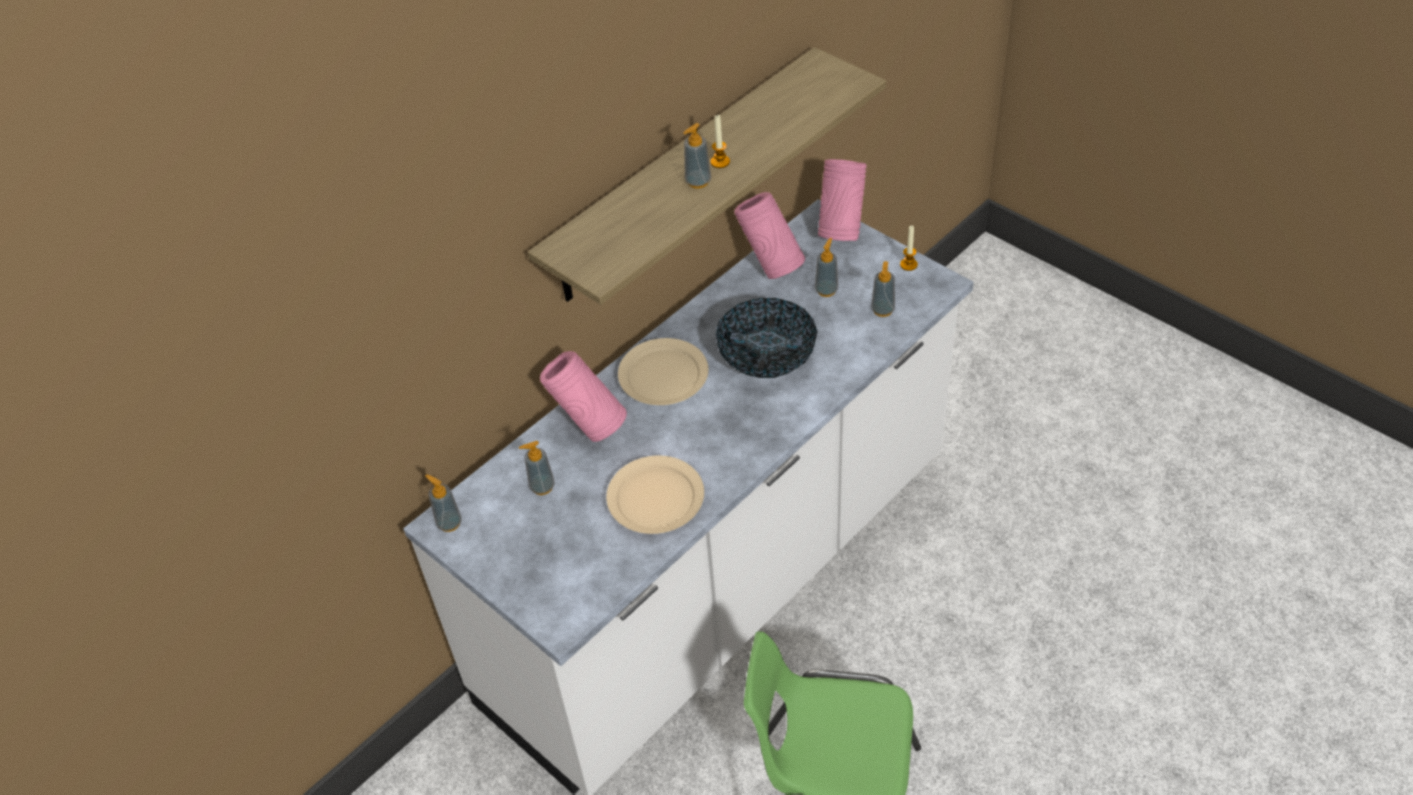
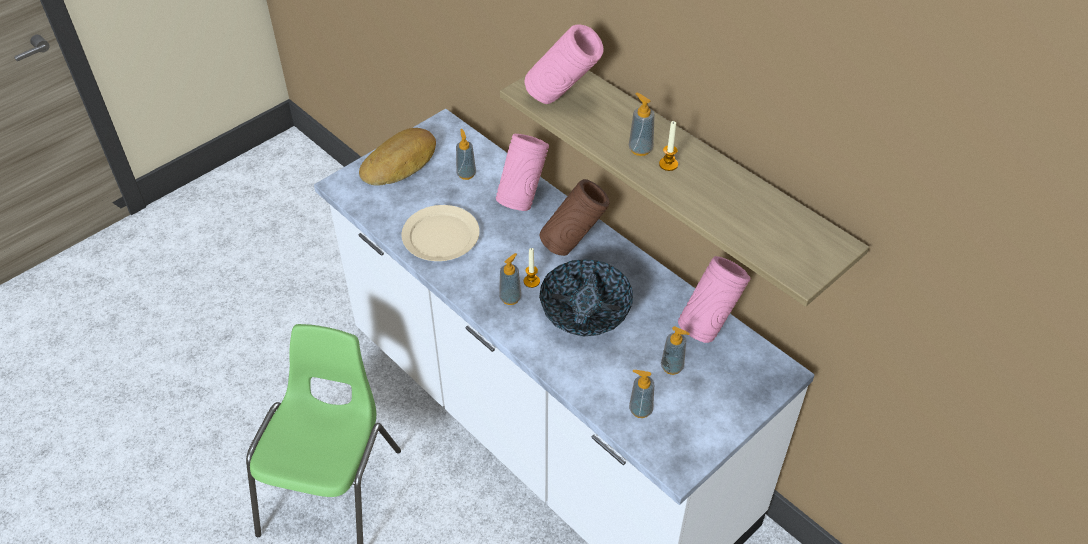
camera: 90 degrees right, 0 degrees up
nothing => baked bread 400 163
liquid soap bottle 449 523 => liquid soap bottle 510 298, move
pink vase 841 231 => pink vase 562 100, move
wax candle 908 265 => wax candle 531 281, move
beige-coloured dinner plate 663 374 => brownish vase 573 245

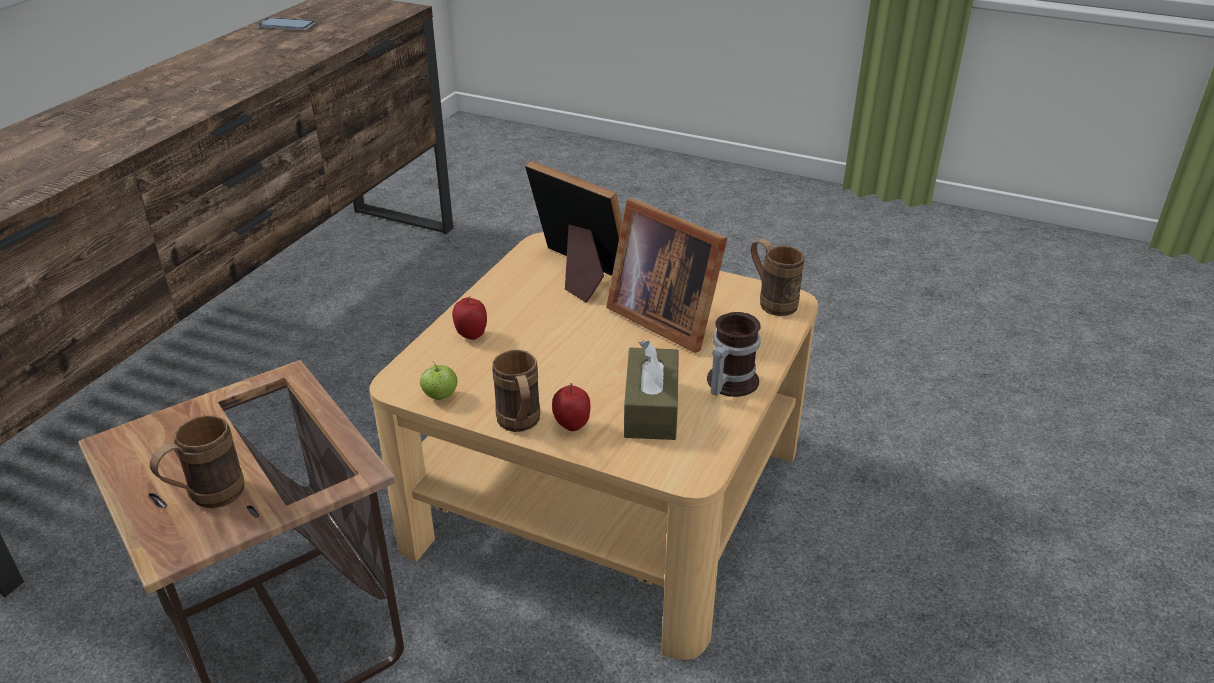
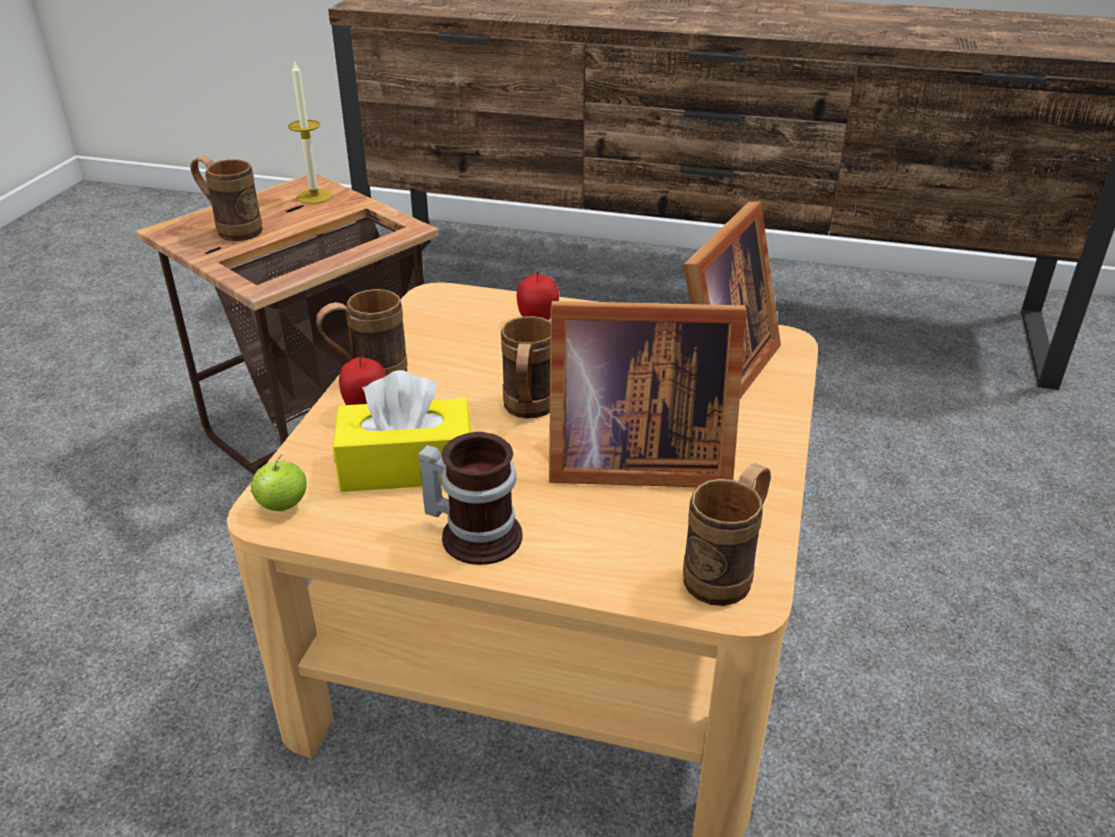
camera: 80 degrees right, 0 degrees up
handset 287 25 => nothing
nothing => wax candle 314 196
nothing => brownish mug 527 411
apple 440 396 => apple 283 506, move
brownish tissue holder 651 408 => yellow-coloured tissue holder 407 466
picture frame 664 317 => picture frame 631 460, 120 degrees counterclockwise

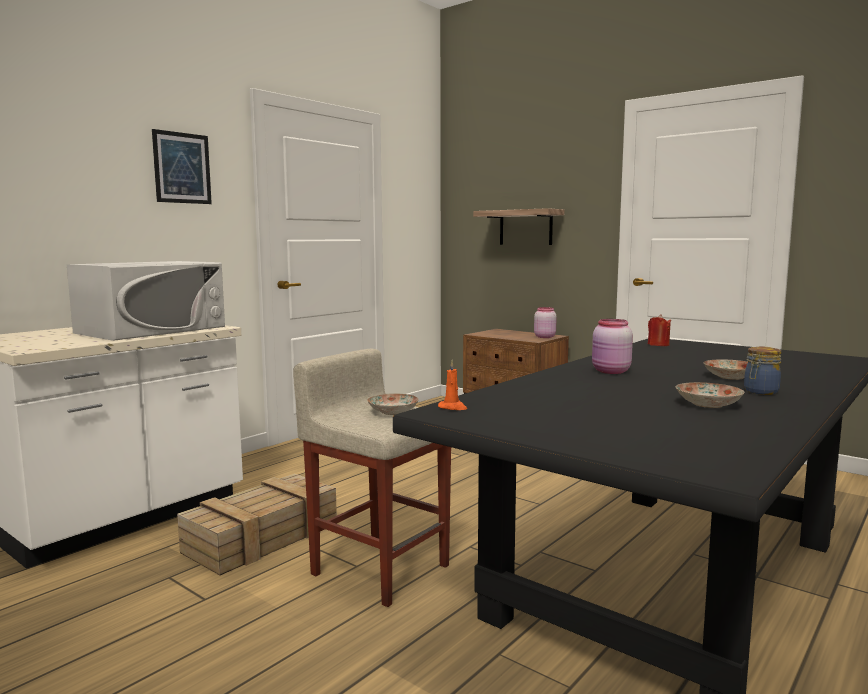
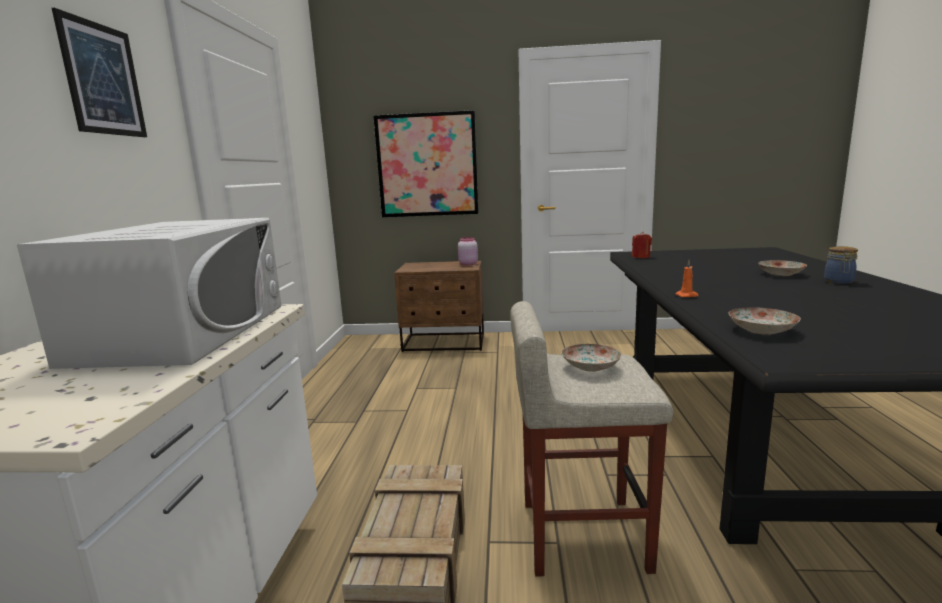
camera: 35 degrees left, 5 degrees up
pink preserve jar 610 371 => nothing
orange-coloured wax candle 453 408 => orange-coloured wax candle 687 295, move
dinner plate 709 404 => dinner plate 762 330, move
wall shelf 525 227 => wall picture 427 165

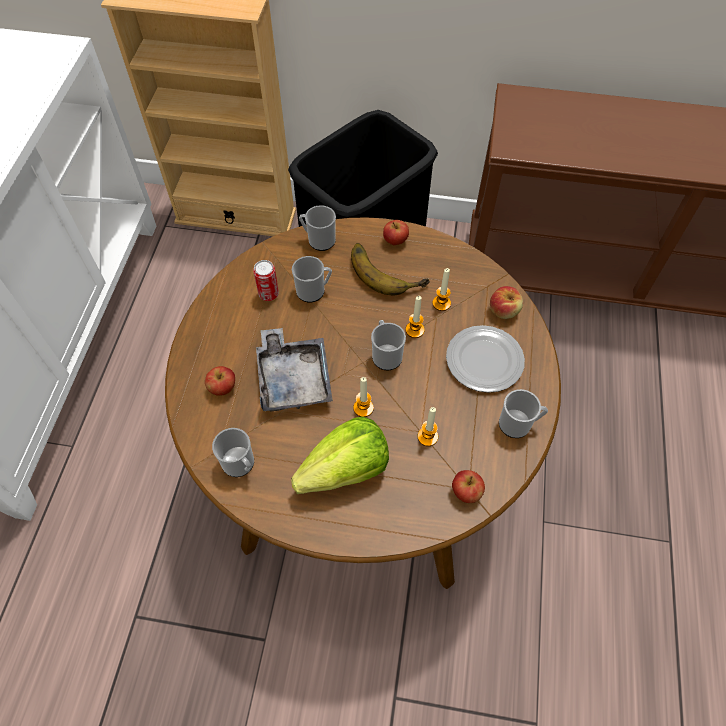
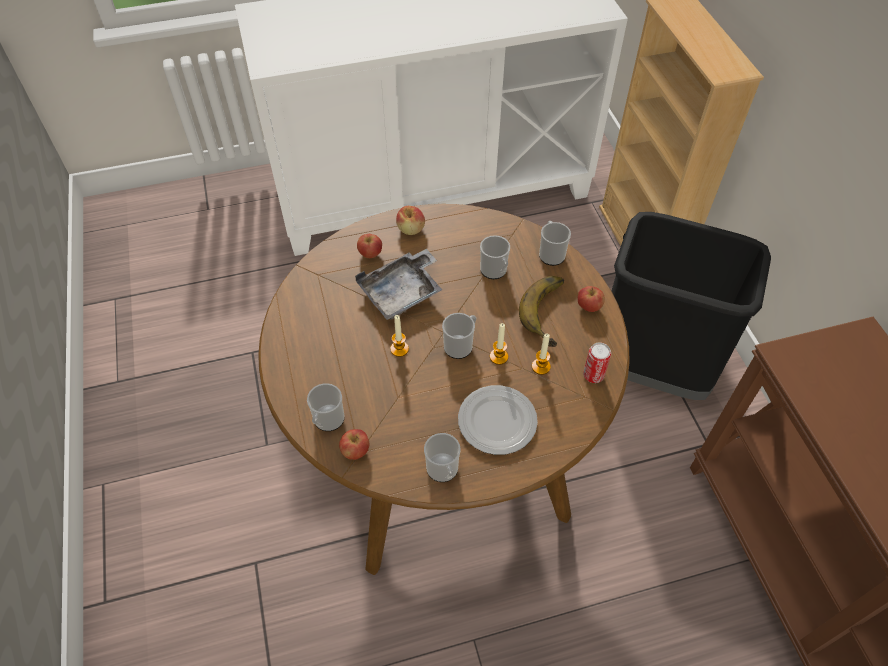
camera: 65 degrees right, 5 degrees down
lettuce 345 470 => nothing
wax candle 427 436 => nothing
mug 240 465 => mug 327 421, move
sealed can 268 294 => sealed can 593 375, move
apple 504 310 => apple 411 229, move

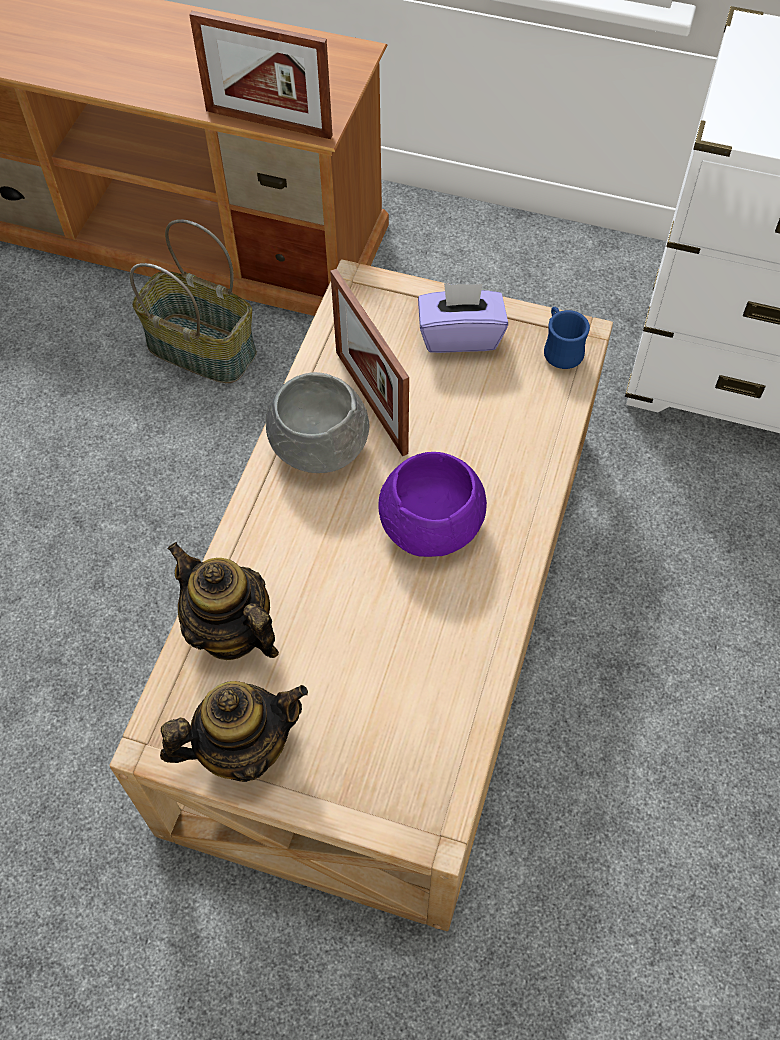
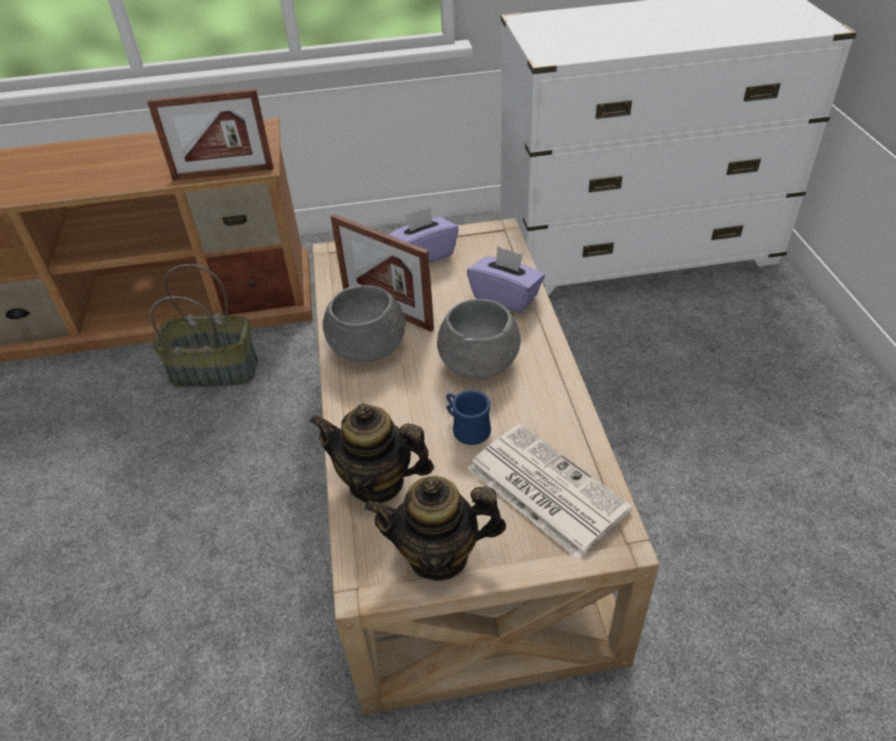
camera: 25 degrees left, 15 degrees down
nothing => purple-coloured tissue holder 506 297
nothing => daily paper 544 488
blue mug 560 349 => blue mug 466 428, move
purple-coloured serving bowl 430 524 => grey serving bowl 478 361
pot for tea 242 748 => pot for tea 439 555, 135 degrees counterclockwise

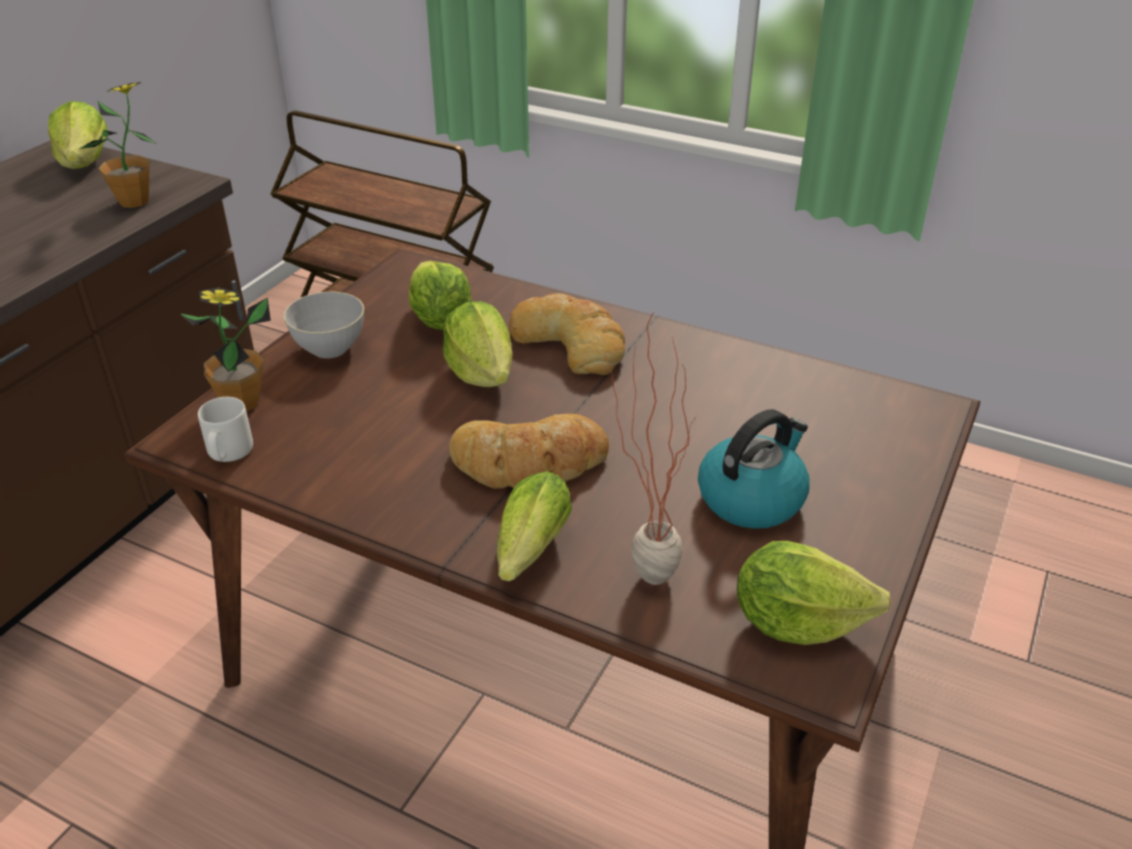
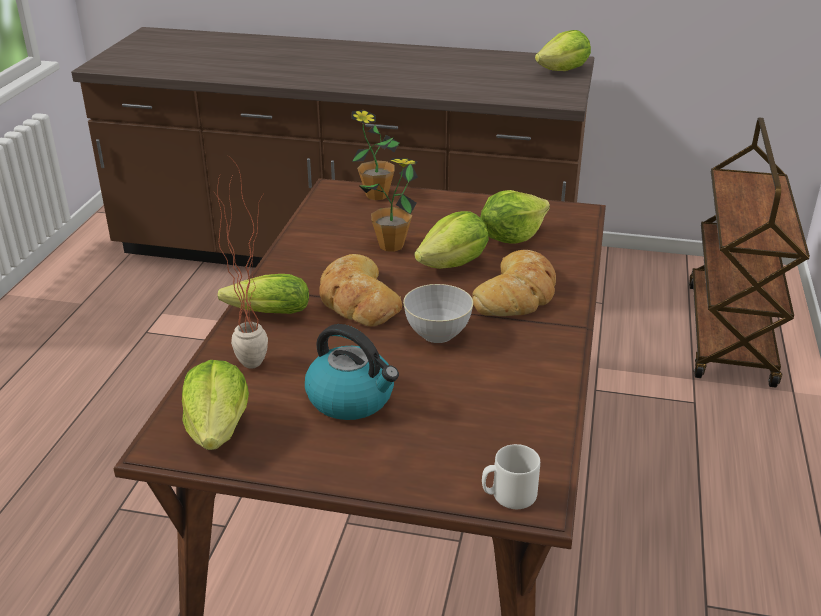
camera: 75 degrees right, 5 degrees down
potted plant 134 201 => potted plant 391 245, move
whitish mug 228 452 => whitish mug 508 495, move
grey serving bowl 330 348 => grey serving bowl 437 334, move

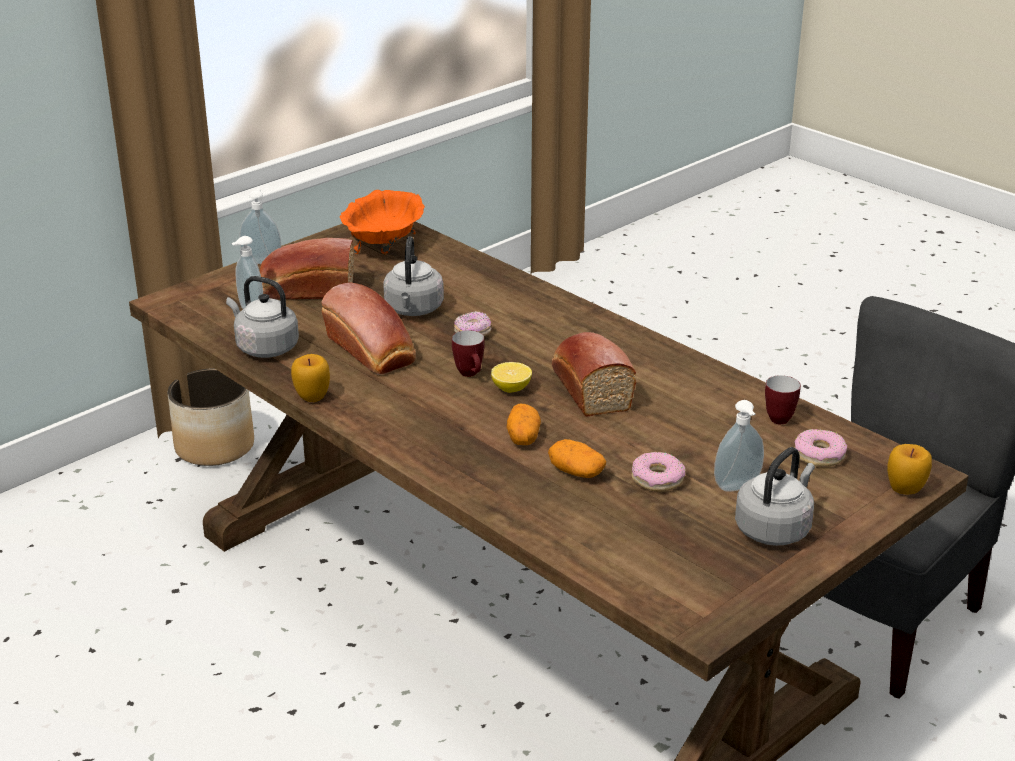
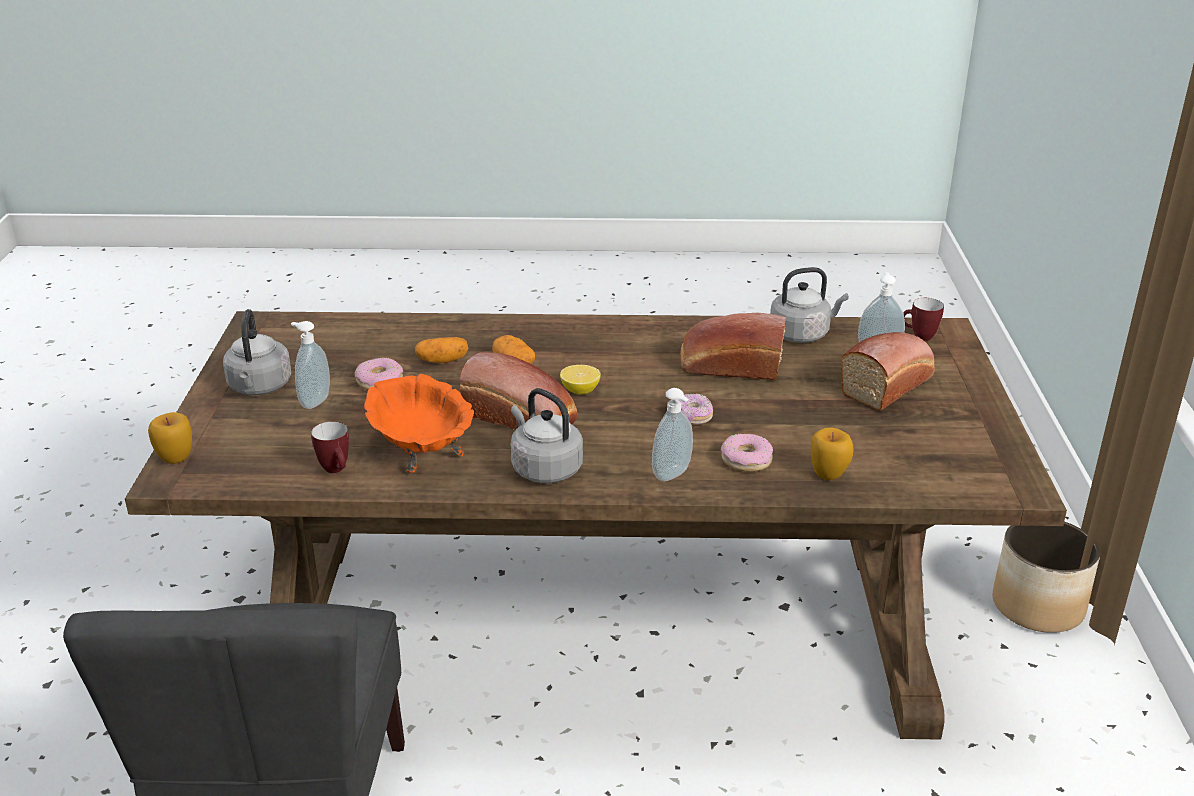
camera: 135 degrees right, 0 degrees up
liquid soap bottle 262 261 => liquid soap bottle 673 475, move
apple 312 397 => apple 828 474, move
orange-coloured serving bowl 384 245 => orange-coloured serving bowl 420 448, move
grey tea kettle 413 310 => grey tea kettle 544 468, move
mug 471 375 => mug 918 337, move
donut 819 455 => donut 746 460, move

